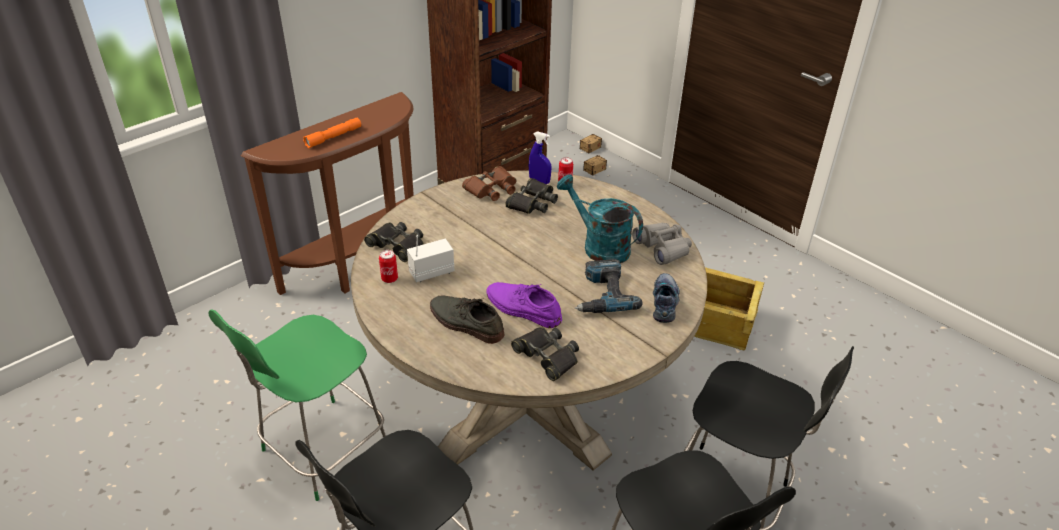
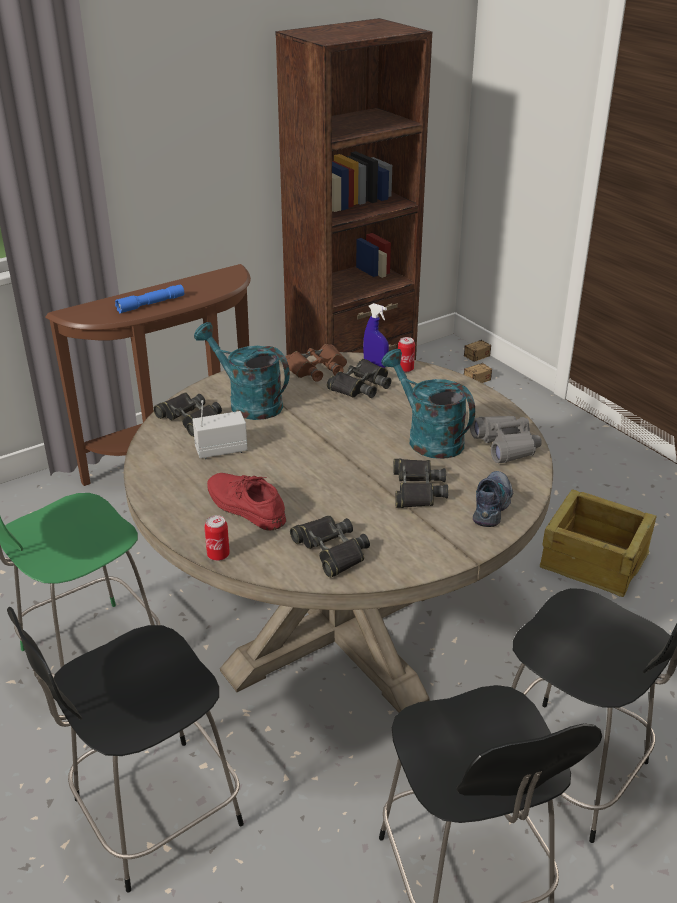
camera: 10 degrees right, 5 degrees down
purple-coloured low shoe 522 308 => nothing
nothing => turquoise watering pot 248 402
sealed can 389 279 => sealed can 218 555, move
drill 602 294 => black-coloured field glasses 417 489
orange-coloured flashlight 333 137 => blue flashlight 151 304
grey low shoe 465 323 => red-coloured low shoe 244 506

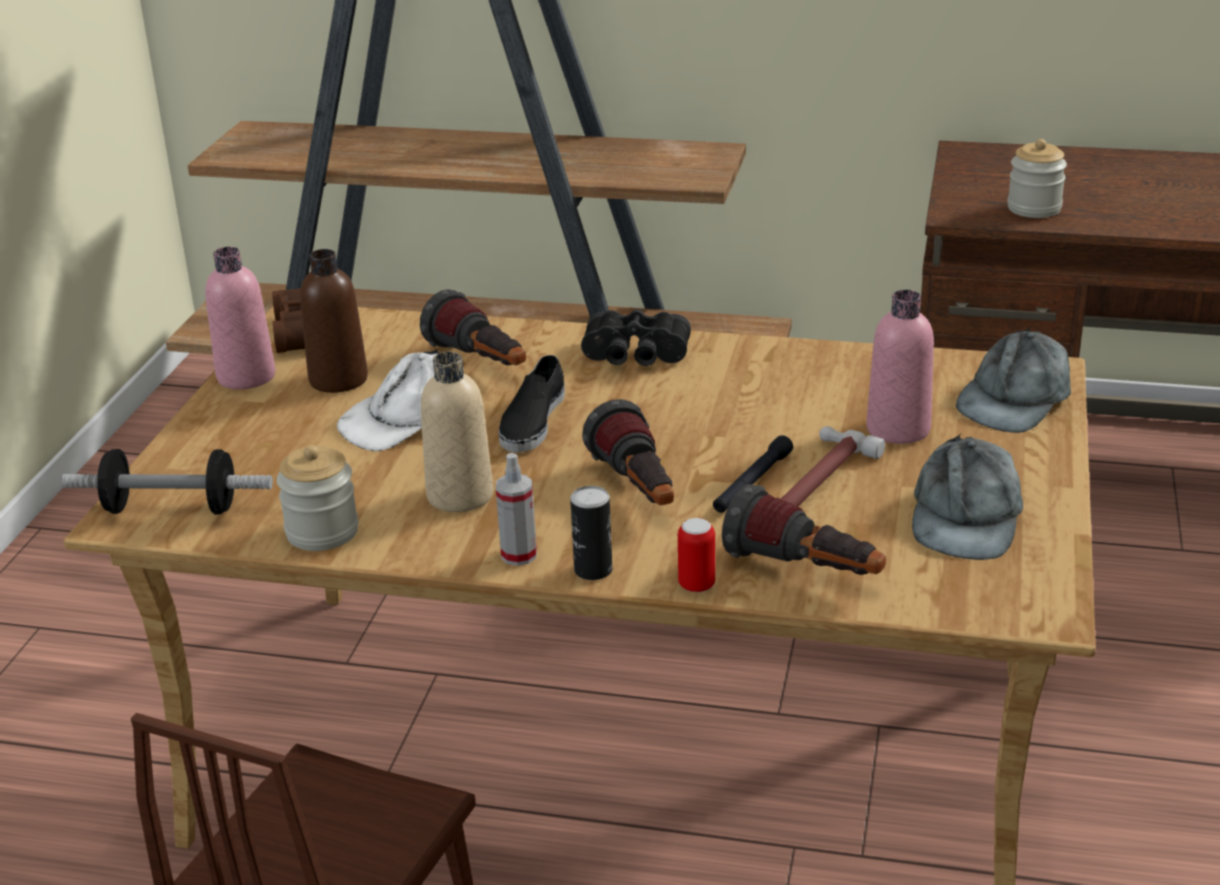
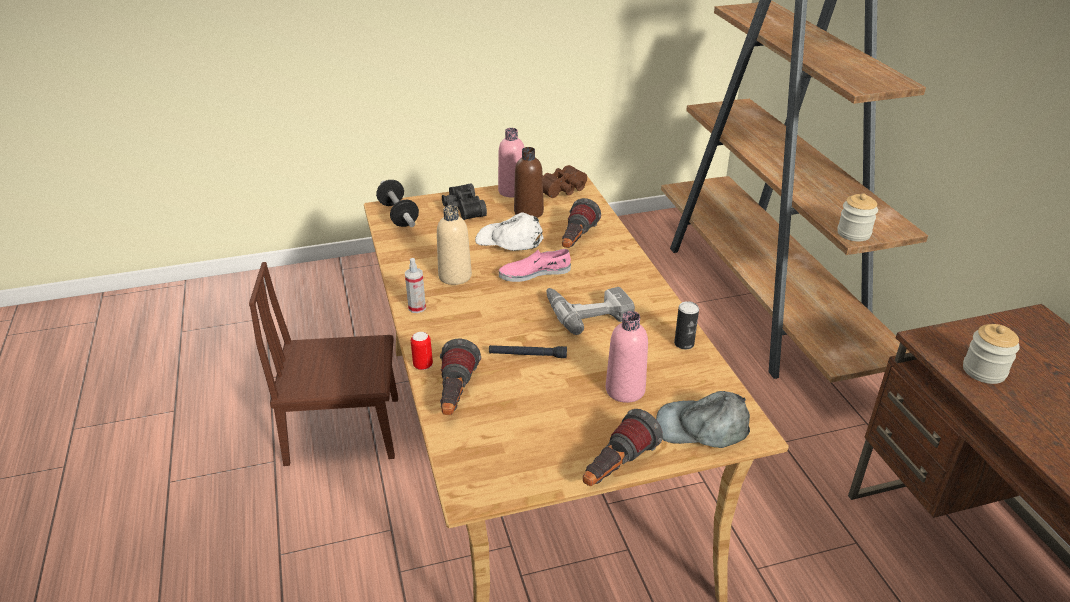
camera: 60 degrees right, 5 degrees up
hand hammer 817 481 => nothing
grey peaked cap 965 516 => nothing
nothing => drill 587 311
preserve jar 322 532 => preserve jar 853 233, move
sealed can 593 570 => sealed can 684 343, move
black-coloured field glasses 635 356 => black-coloured field glasses 462 209, move
flashlight 638 491 => flashlight 616 468, move
black-coloured low shoe 532 421 => pink low shoe 534 273

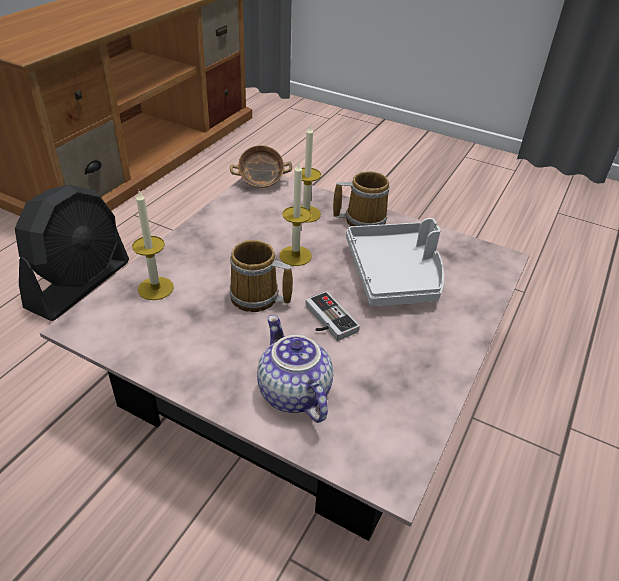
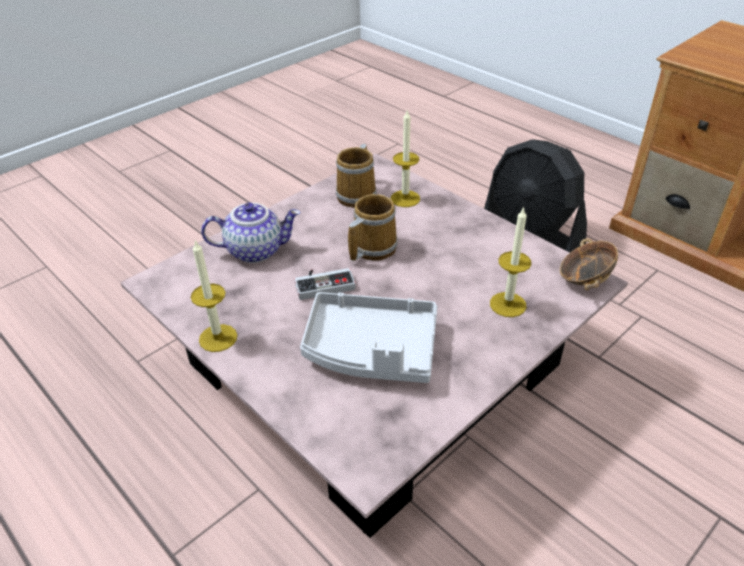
camera: 110 degrees right, 0 degrees up
wax candle 295 256 => wax candle 218 338, move
mug 362 219 => mug 358 195, move

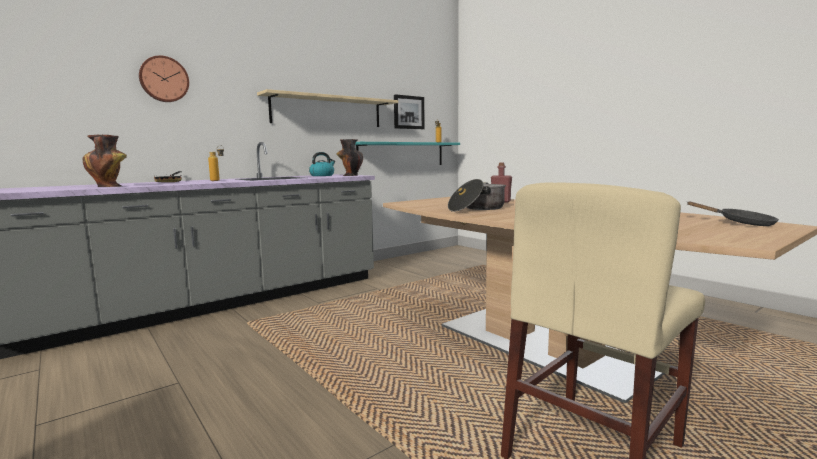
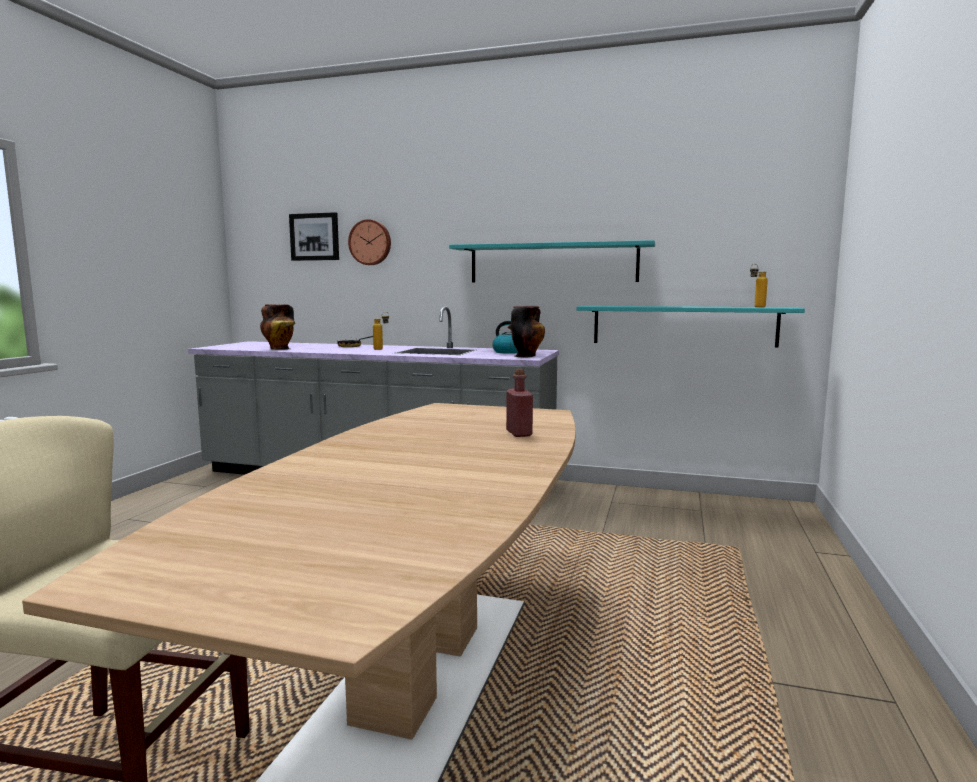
camera: 55 degrees right, 0 degrees up
stockpot 477 208 => nothing
black-coloured skillet 740 223 => nothing
wall picture 408 112 => wall picture 315 237, move
beige-coloured wall shelf 328 111 => turquoise wall shelf 552 263

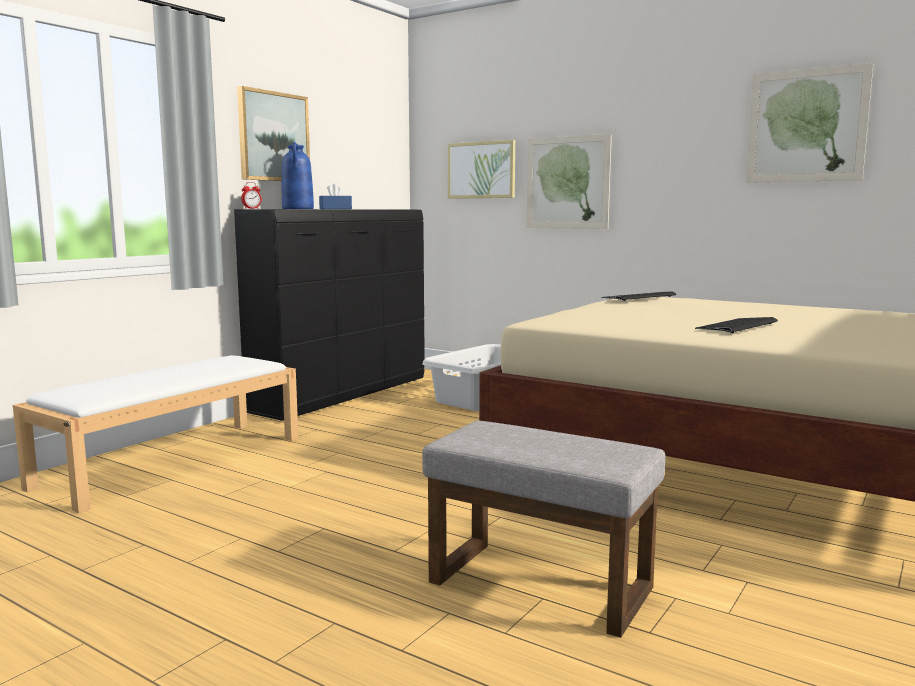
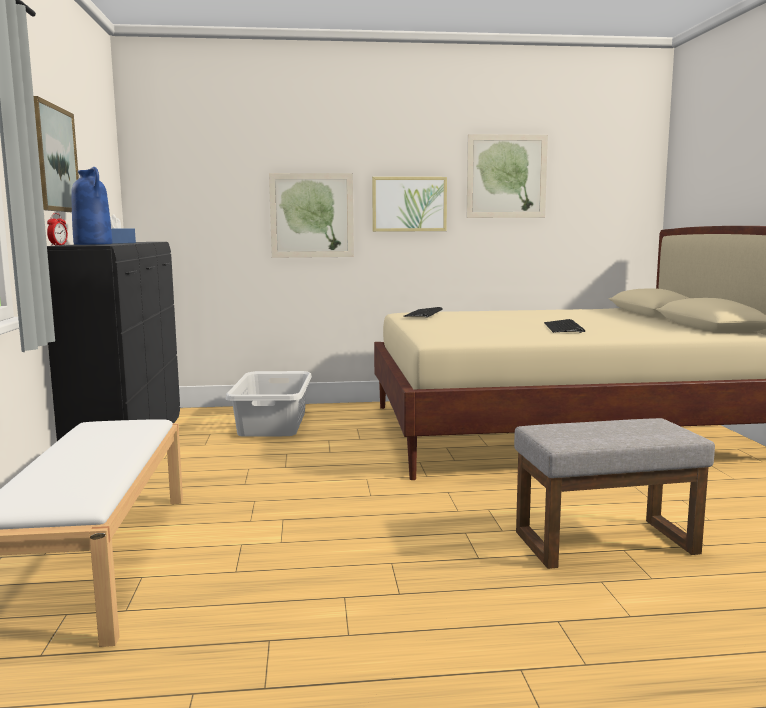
camera: 40 degrees left, 0 degrees up
wall picture 481 170 => wall picture 409 204, move

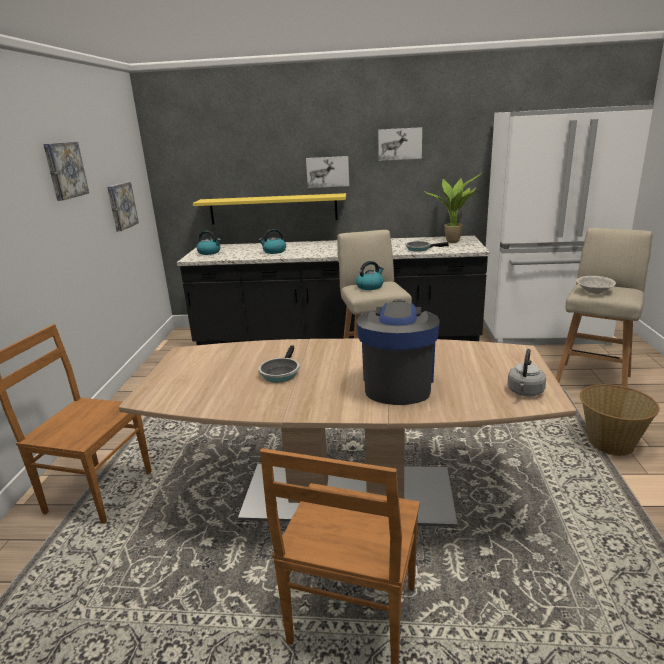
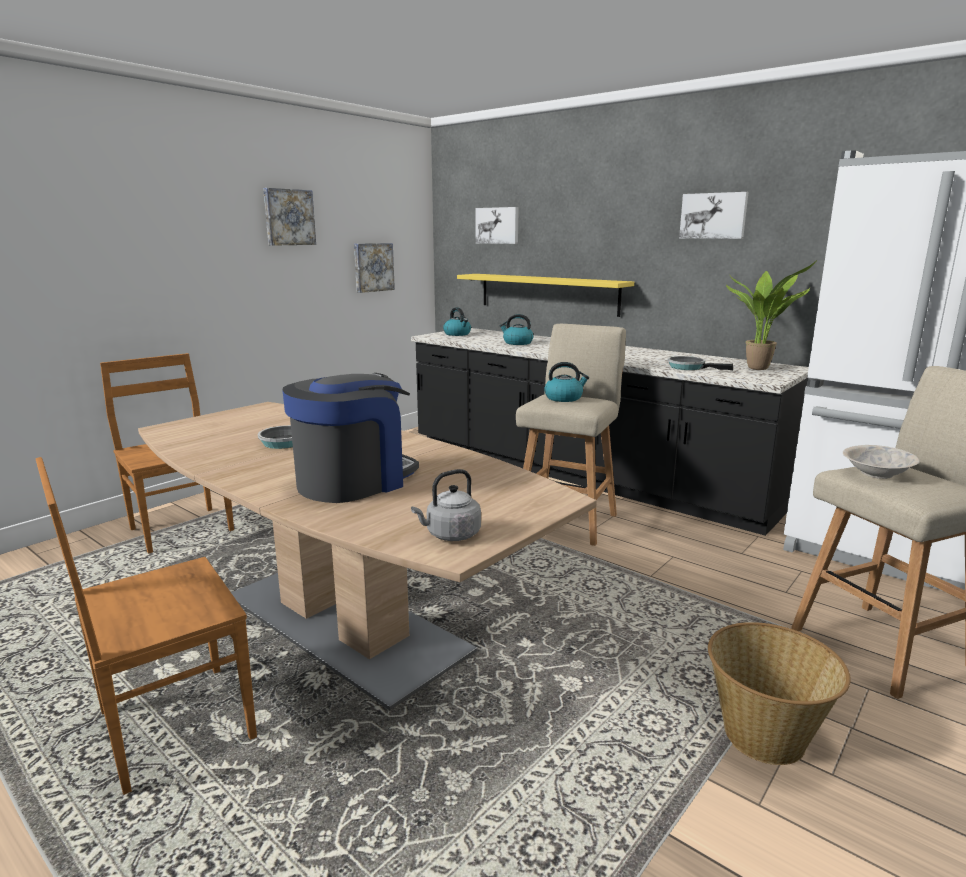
camera: 35 degrees right, 5 degrees down
wall picture 328 172 => wall picture 498 225, move

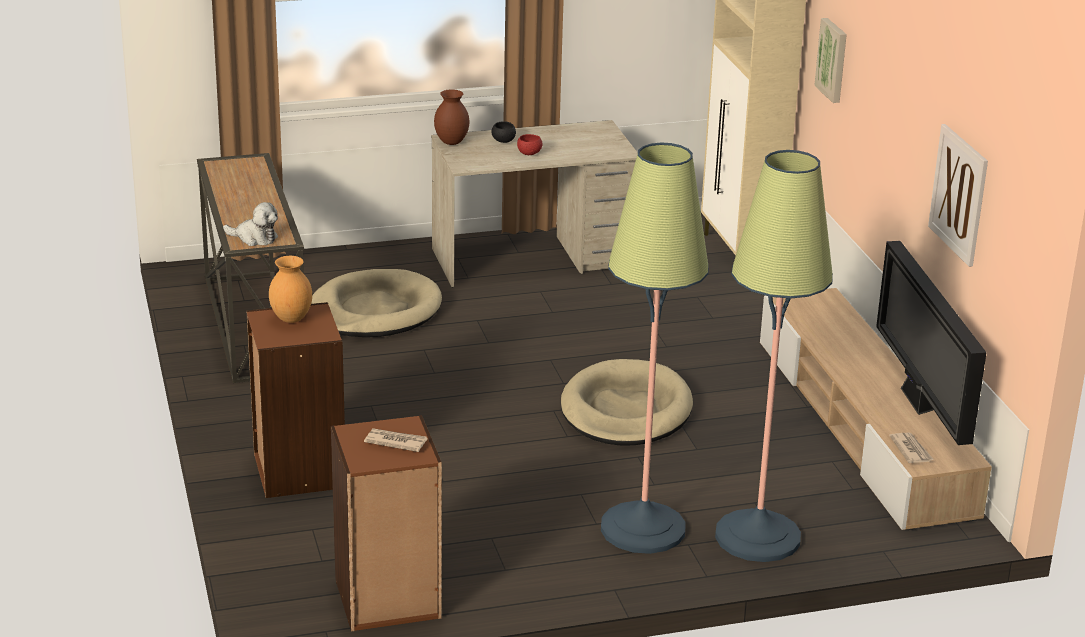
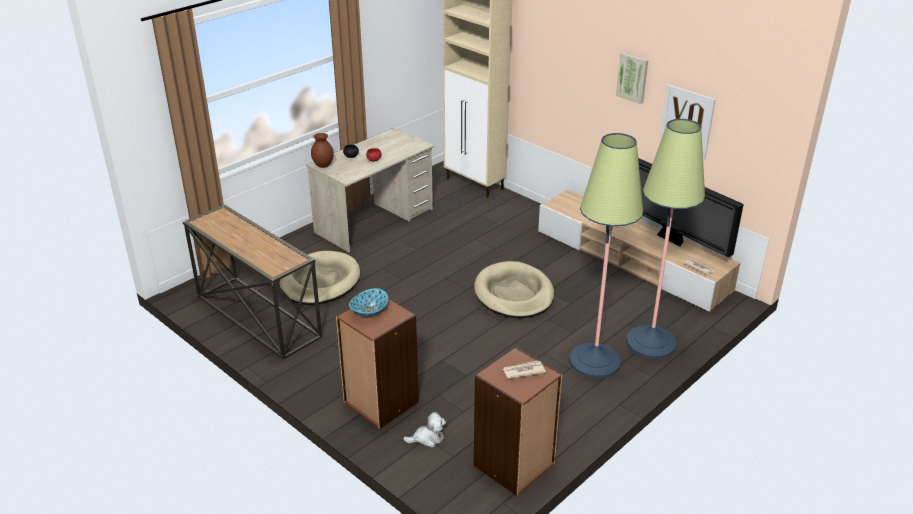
camera: 30 degrees left, 5 degrees up
plush toy 254 238 => plush toy 427 438, move
wall picture 833 60 => wall picture 633 77, move
brownish vase 290 319 => serving bowl 368 311

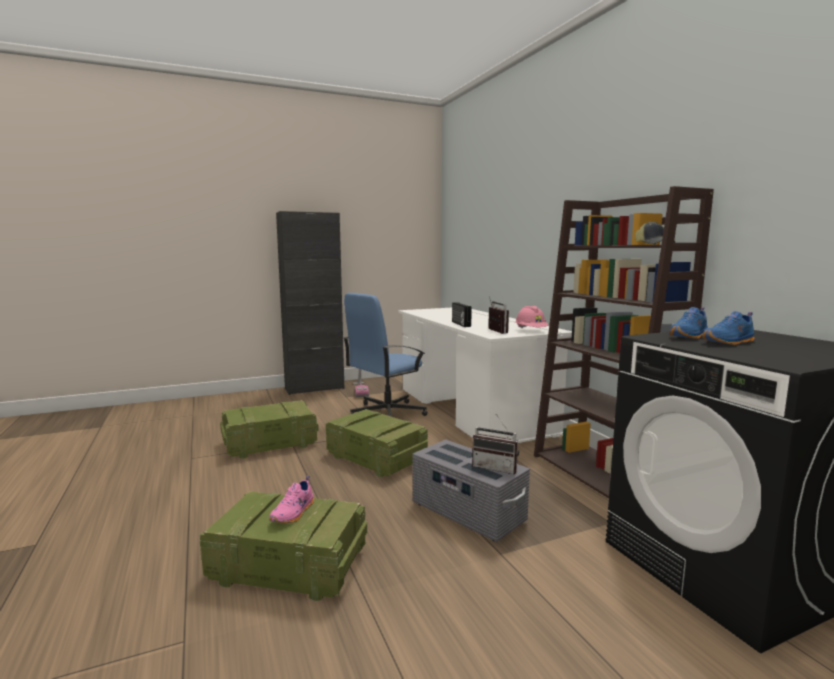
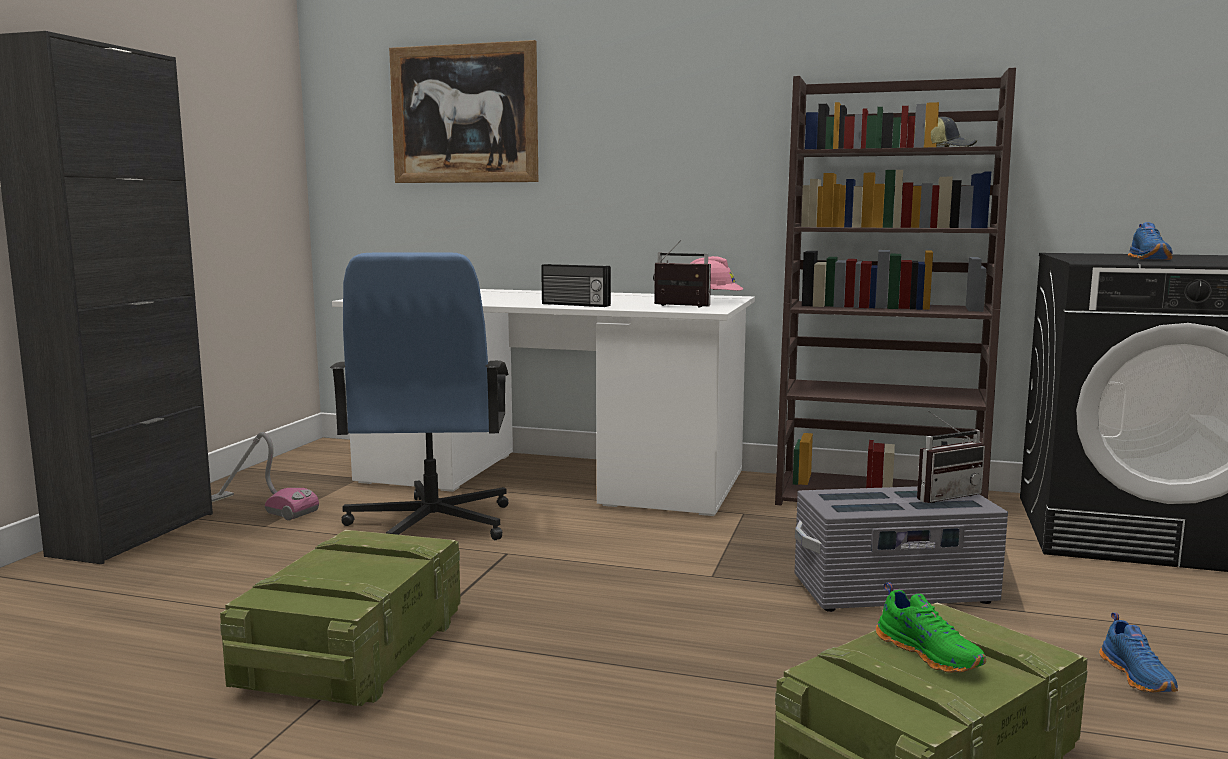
camera: 50 degrees left, 0 degrees up
packing crate 377 458 => nothing
nothing => wall picture 464 114
blue low shoe 690 336 => blue low shoe 1138 677, move
pink low shoe 294 513 => green-coloured low shoe 930 654

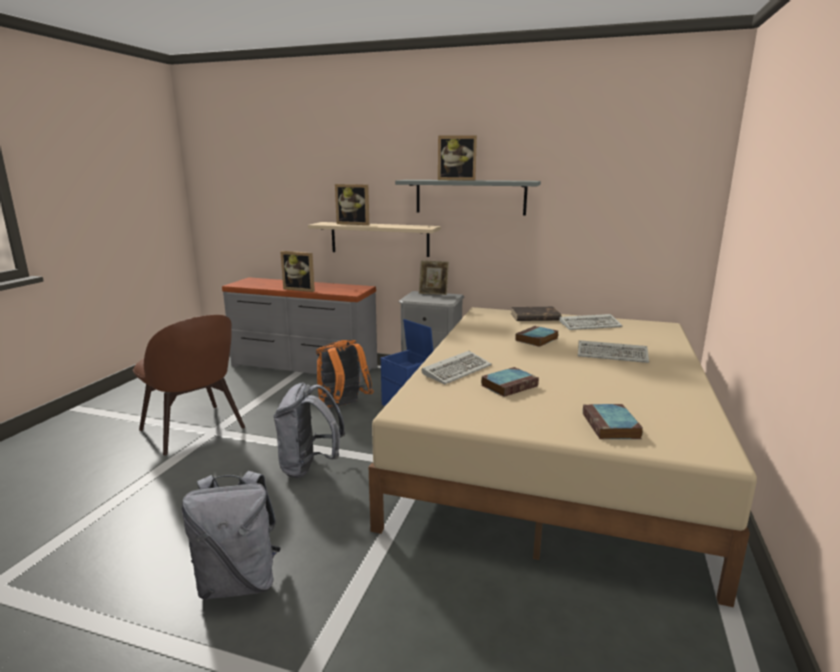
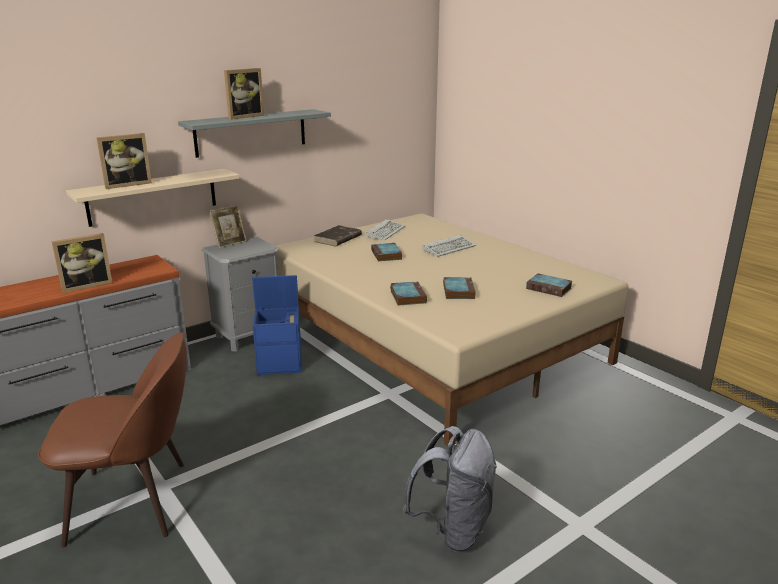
camera: 55 degrees left, 5 degrees up
grey knapsack 309 467 => nothing
orange-coloured knapsack 342 406 => nothing
keyboard 457 370 => volume 407 296

